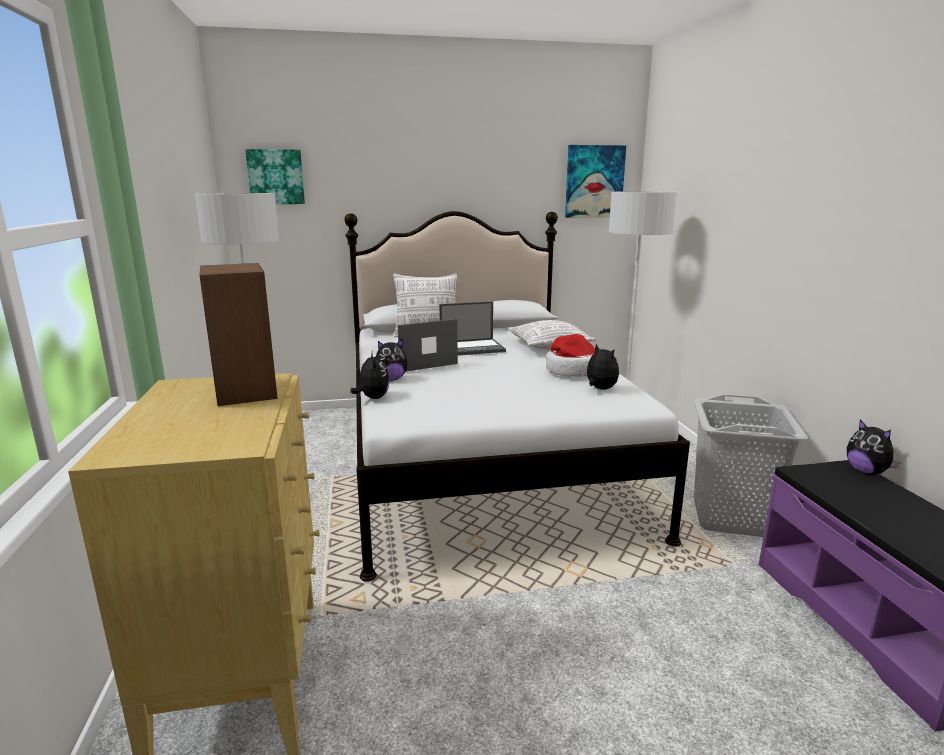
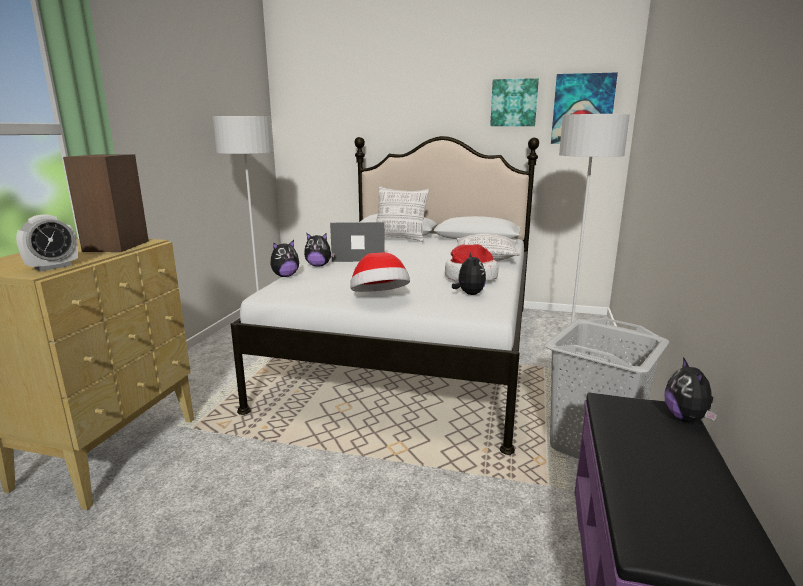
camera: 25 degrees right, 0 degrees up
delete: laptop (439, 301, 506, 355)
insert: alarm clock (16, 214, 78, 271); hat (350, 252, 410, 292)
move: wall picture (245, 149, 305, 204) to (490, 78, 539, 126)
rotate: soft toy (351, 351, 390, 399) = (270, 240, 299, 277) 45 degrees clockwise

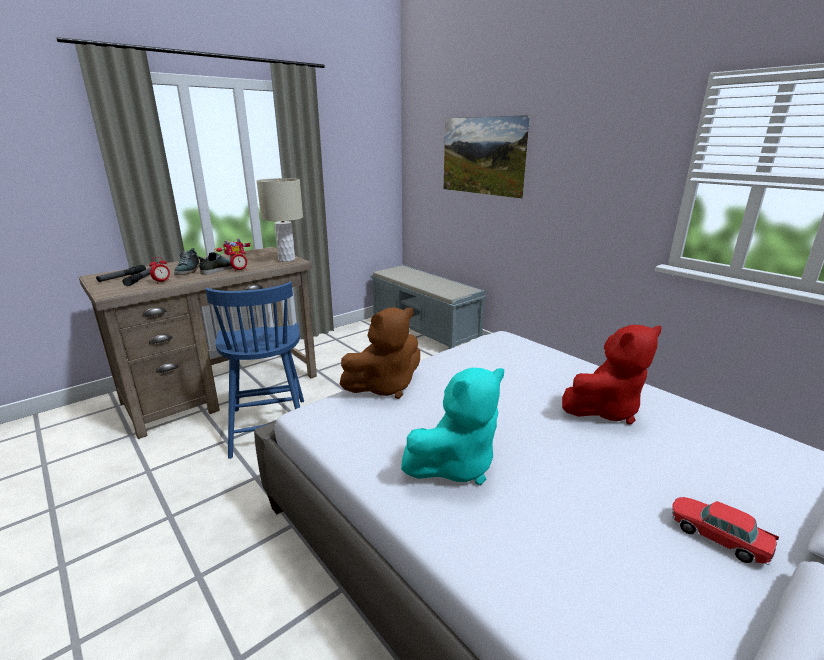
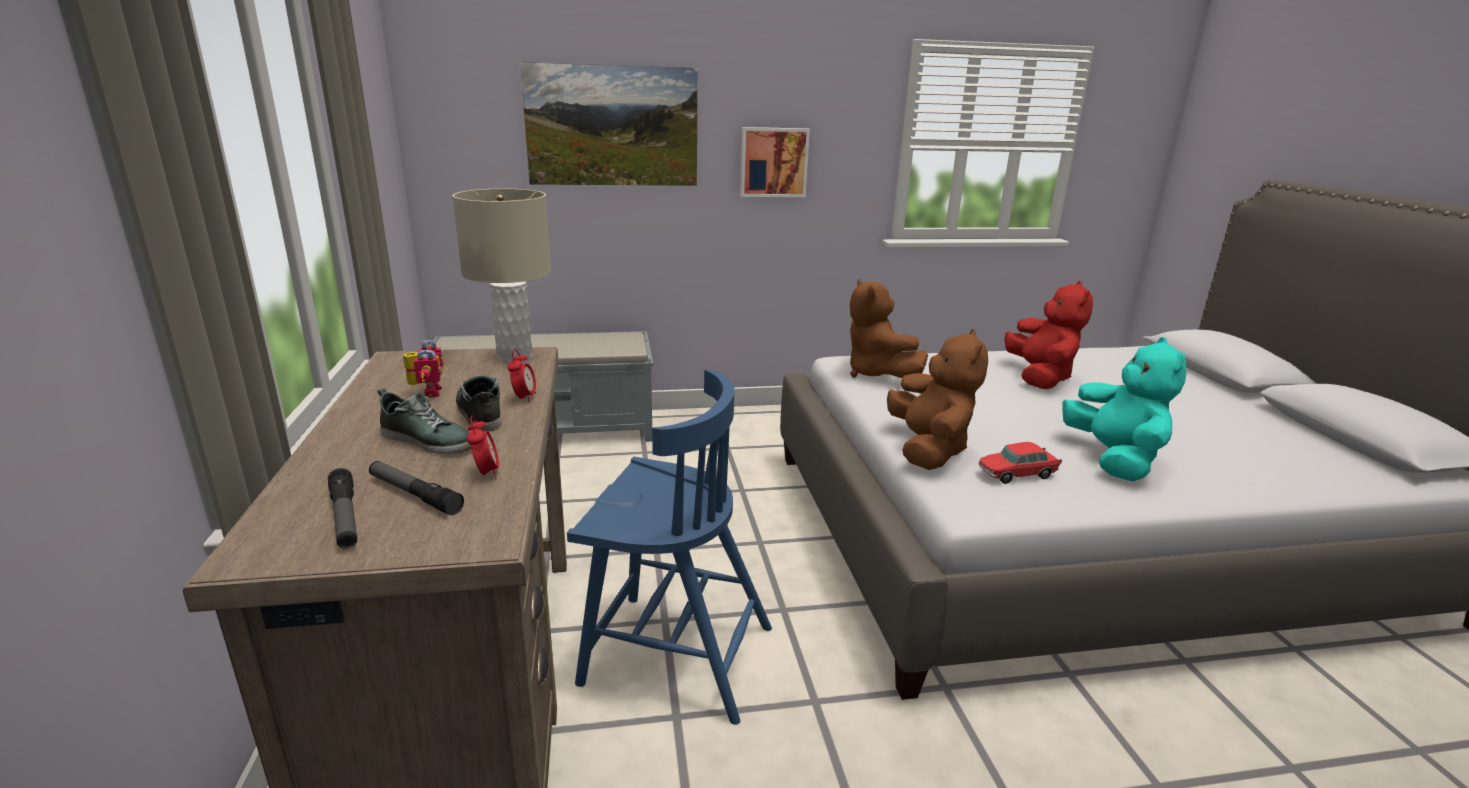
camera: 60 degrees left, 0 degrees up
insert: wall picture (740, 127, 810, 197); brownish soft toy (850, 278, 928, 378)
move: miniature car (672, 497, 779, 565) to (979, 442, 1062, 484)

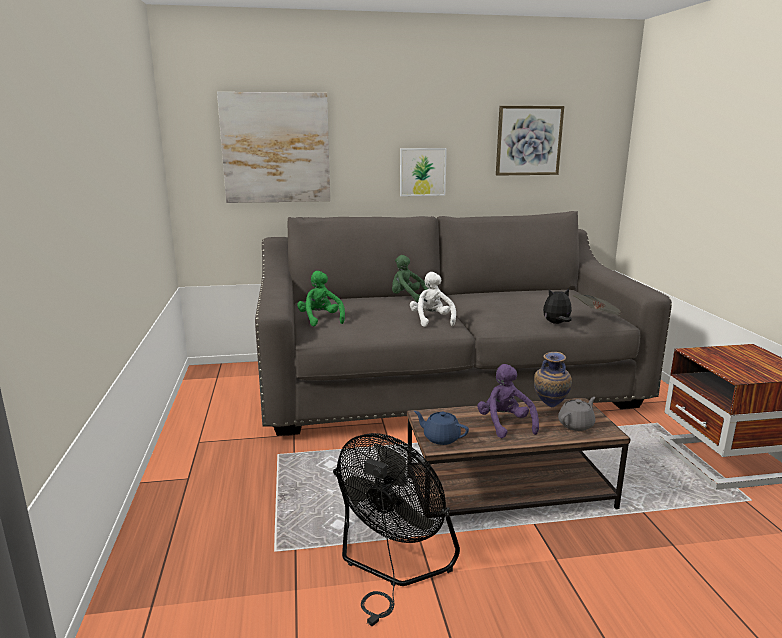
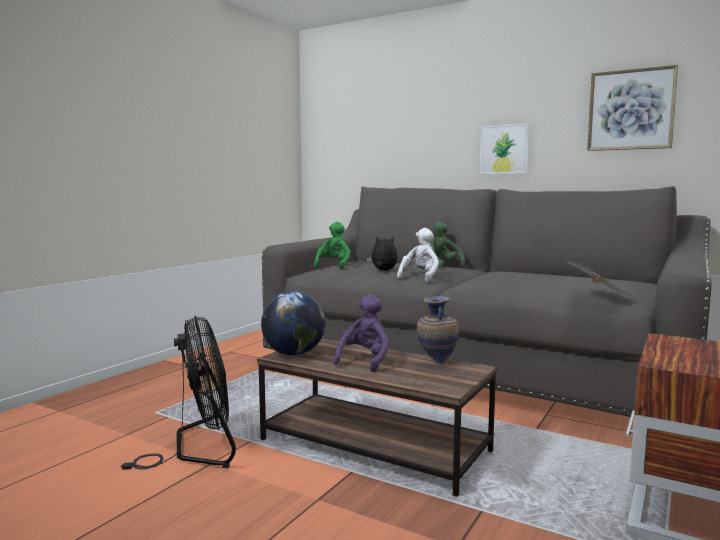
camera: 40 degrees right, 10 degrees down
delete: wall picture (217, 92, 330, 203); gray tea pot (558, 397, 595, 431)
move: soft toy (543, 289, 572, 324) to (367, 236, 398, 271)
replace: blue tea pot (414, 411, 469, 445) to world globe (261, 291, 325, 355)

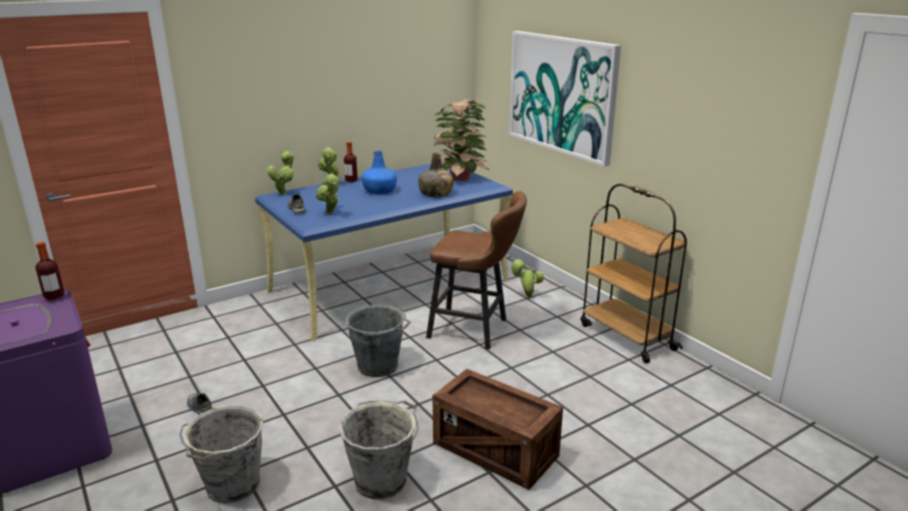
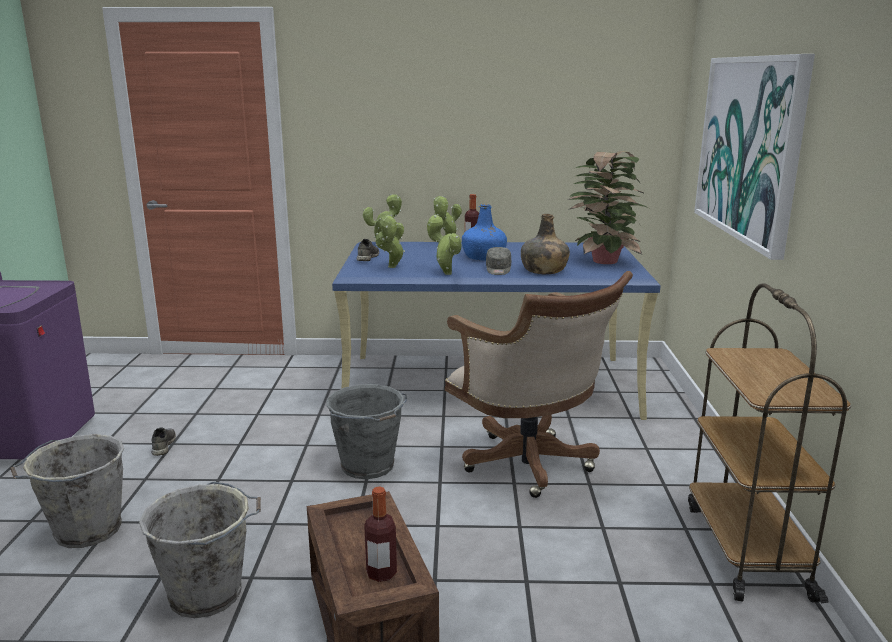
camera: 35 degrees right, 5 degrees down
insert: gray peaked cap (486, 247, 511, 275)
move: beverage bottle (35, 242, 65, 300) to (364, 487, 397, 582); houseplant (511, 259, 544, 298) to (427, 215, 462, 275)
replace: brownish sitting stool (426, 191, 527, 349) to office chair (445, 271, 633, 498)

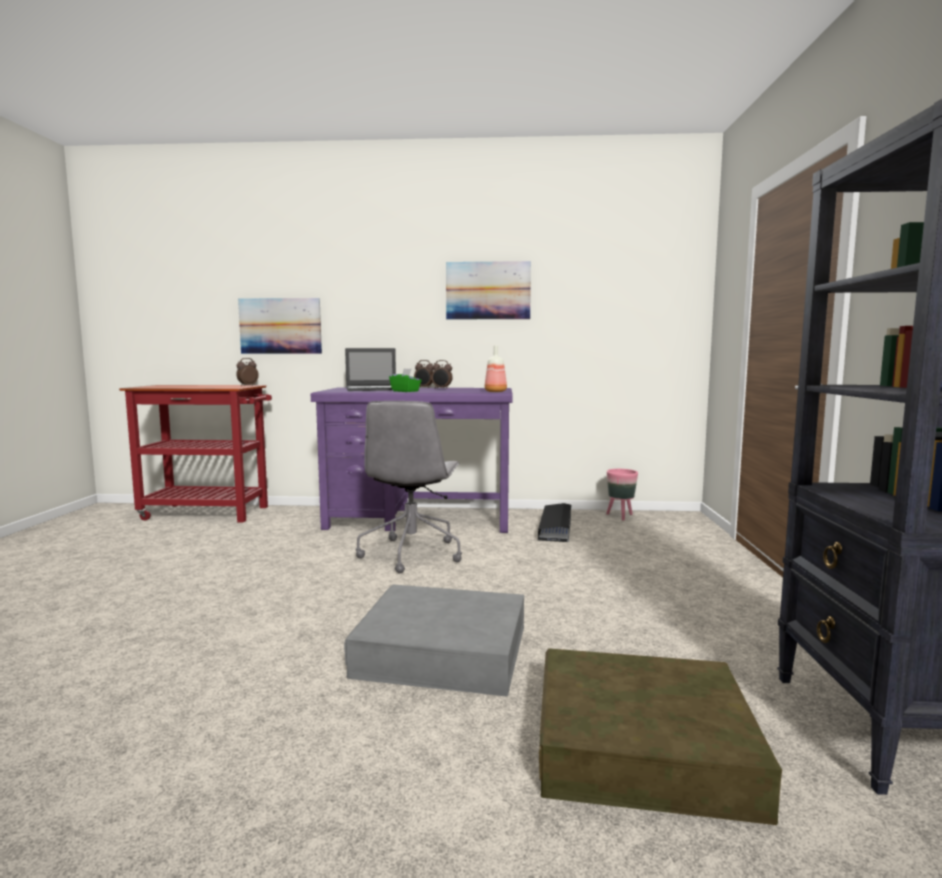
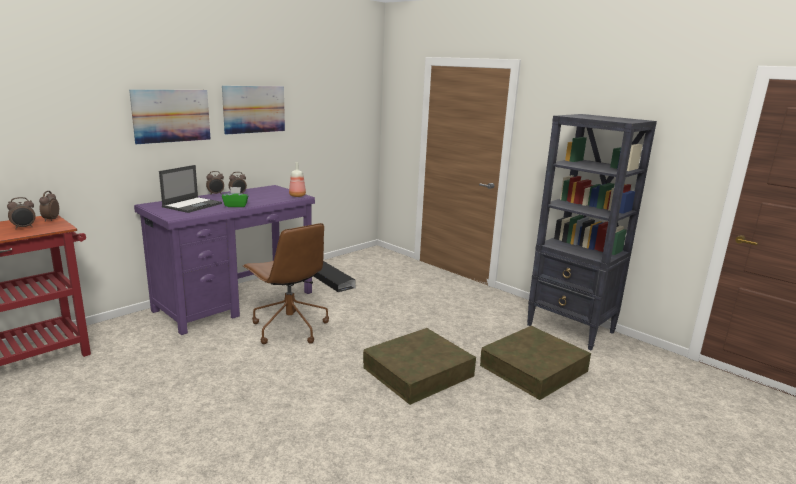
camera: 50 degrees left, 10 degrees up
delete: pinkish flower pot (606, 469, 638, 521)
insert: alarm clock (7, 197, 36, 229)
move: wall picture (238, 298, 322, 354) to (129, 90, 211, 144)
recolor: gray office chair (355, 401, 462, 573) to brownish office chair (243, 223, 329, 344); gray storage container (344, 584, 524, 697) to brownish storage container (363, 328, 476, 405)

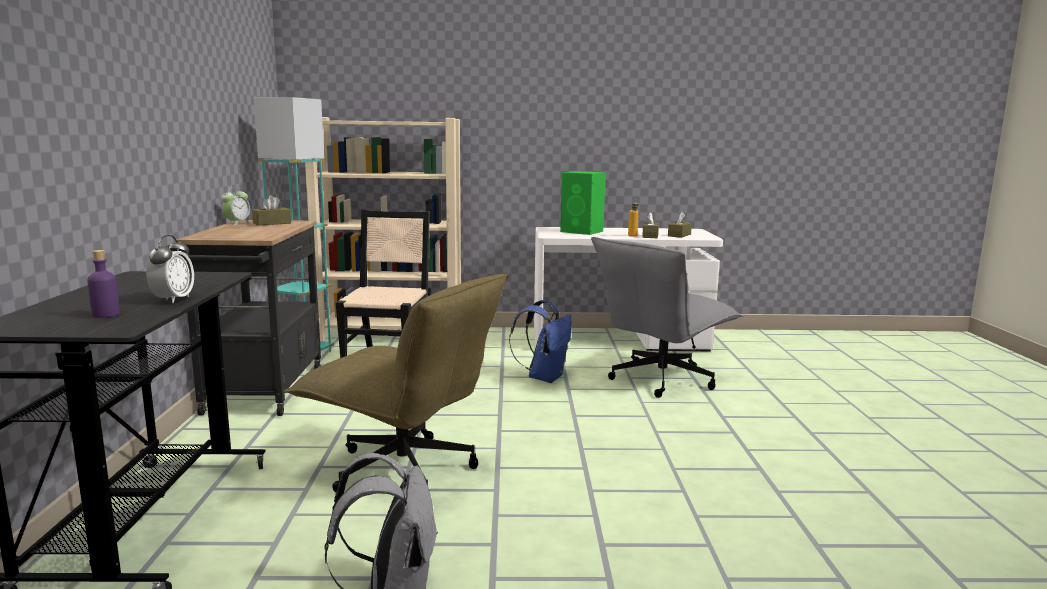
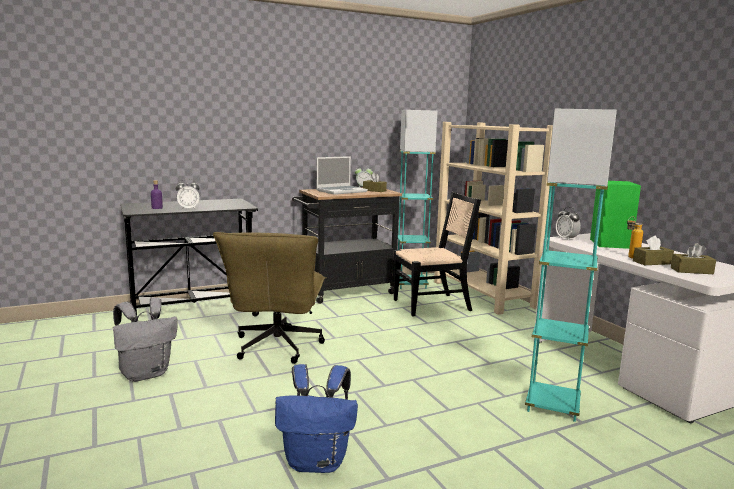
camera: 65 degrees right, 0 degrees up
insert: laptop (316, 156, 368, 195); alarm clock (556, 207, 581, 241)
move: blue backpack (509, 300, 572, 383) to (275, 364, 358, 473)
replace: gray office chair (591, 237, 743, 398) to turquoise-coloured standard lamp (525, 109, 617, 422)

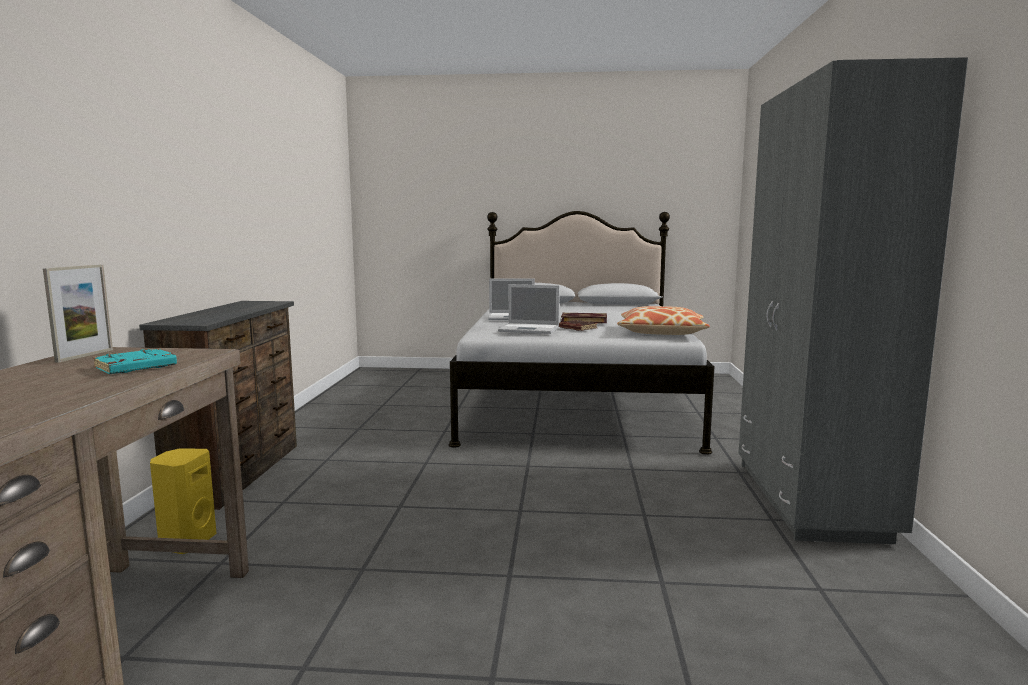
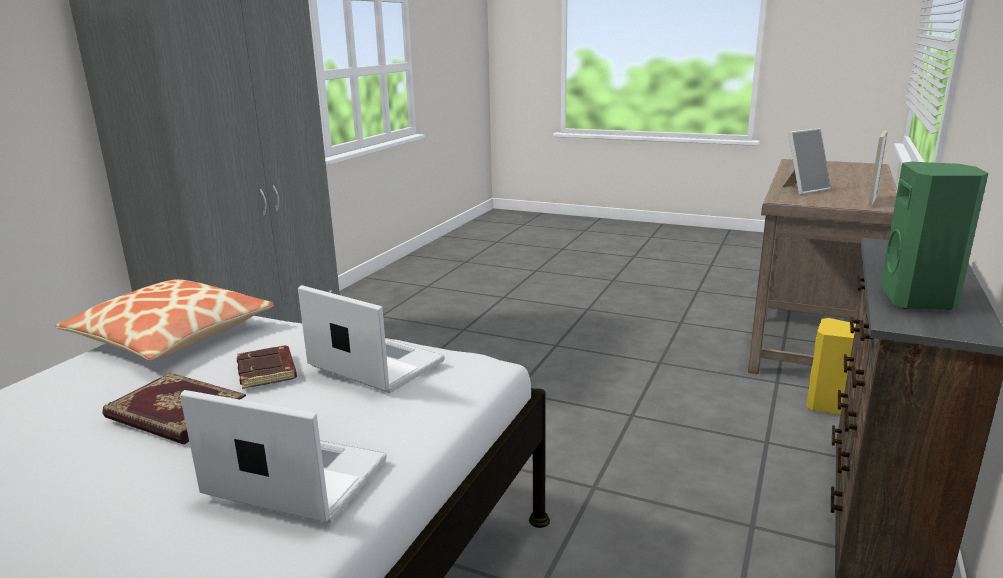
camera: 160 degrees left, 10 degrees up
insert: green loudspeaker (880, 162, 988, 310)
replace: turquoise-coloured volume (93, 349, 177, 374) to standing frame (782, 128, 831, 195)

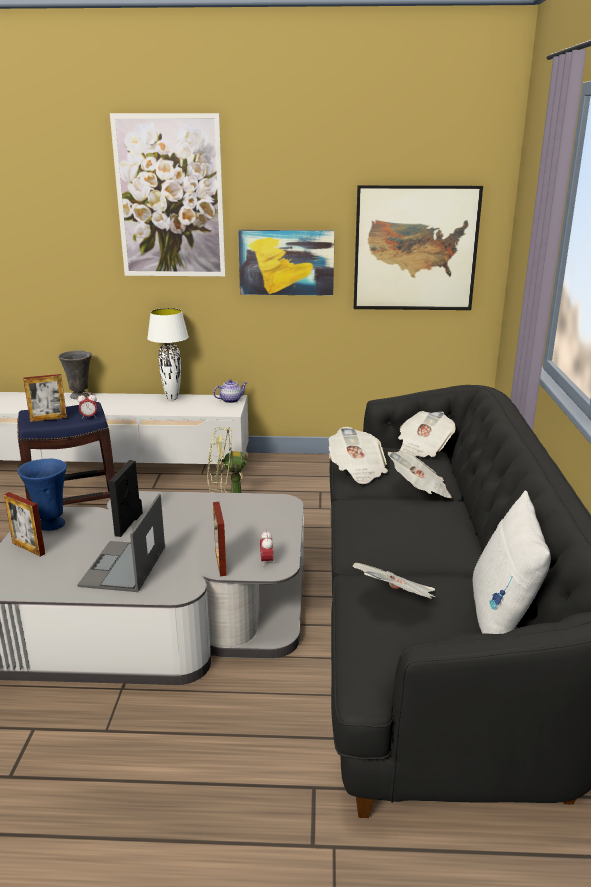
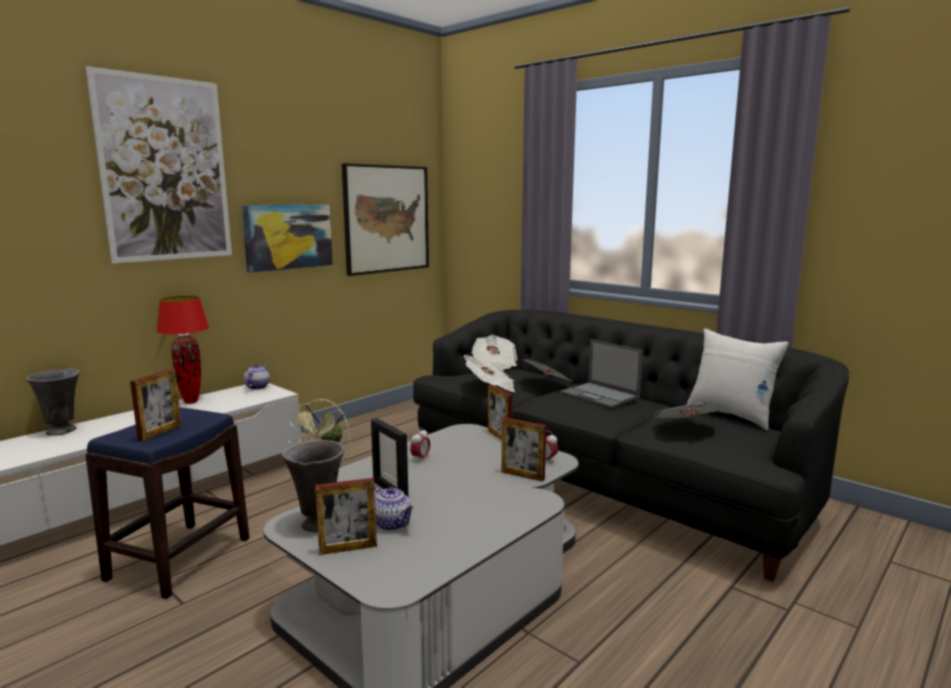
camera: 50 degrees left, 10 degrees down
insert: tea pot (375, 486, 413, 531); standing frame (488, 385, 513, 440)
move: alarm clock (77, 392, 97, 419) to (410, 428, 430, 462); laptop (77, 494, 165, 592) to (560, 339, 643, 408)
recolor: white lamp for a table (147, 308, 189, 400) to reddish lamp for a table (156, 296, 209, 404); blue vase (17, 459, 67, 531) to gray vase (282, 440, 344, 532)

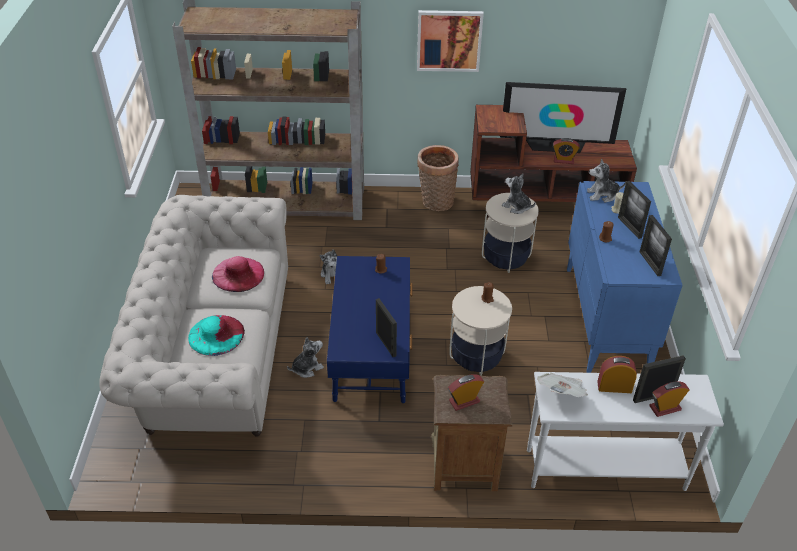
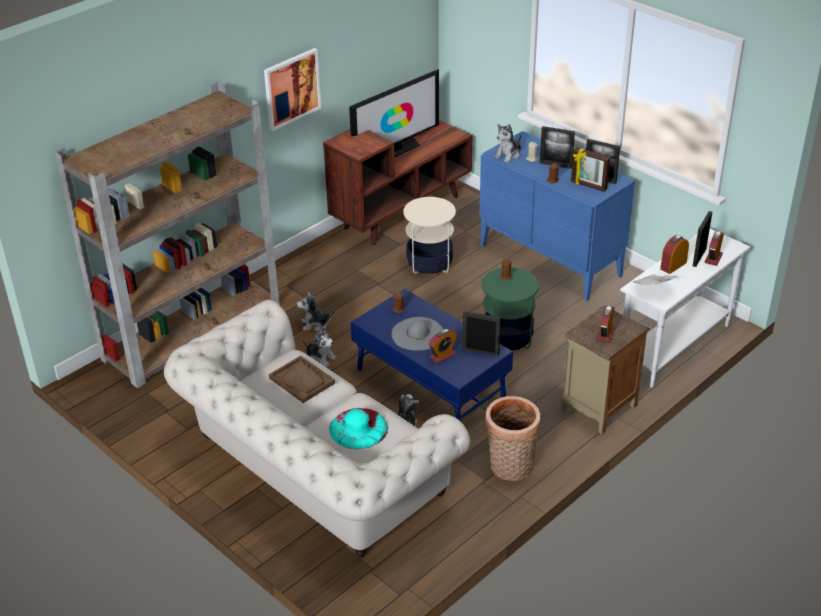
camera: 45 degrees left, 5 degrees down
insert: gray hat (392, 317, 443, 350); standing frame (571, 147, 610, 192)
move: soft toy (502, 174, 536, 214) to (297, 291, 335, 332); alarm clock (553, 138, 580, 164) to (429, 329, 457, 364); storage basket (417, 145, 459, 211) to (485, 396, 540, 481)
replace: pinkish hat (212, 256, 264, 292) to brownish tray (269, 356, 335, 403)
recolor: beige-coloured accent table (449, 286, 512, 376) to green accent table (482, 267, 539, 350)

